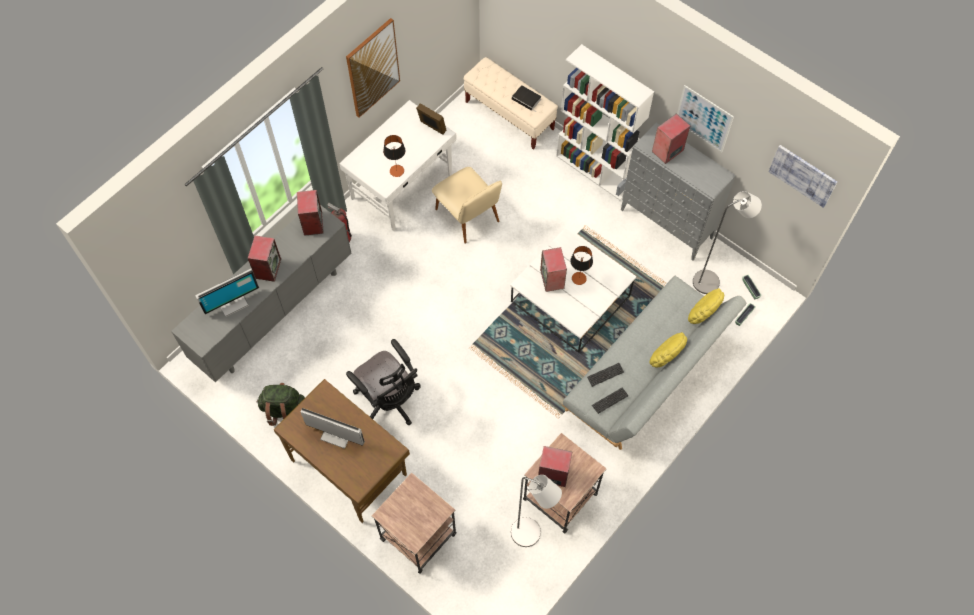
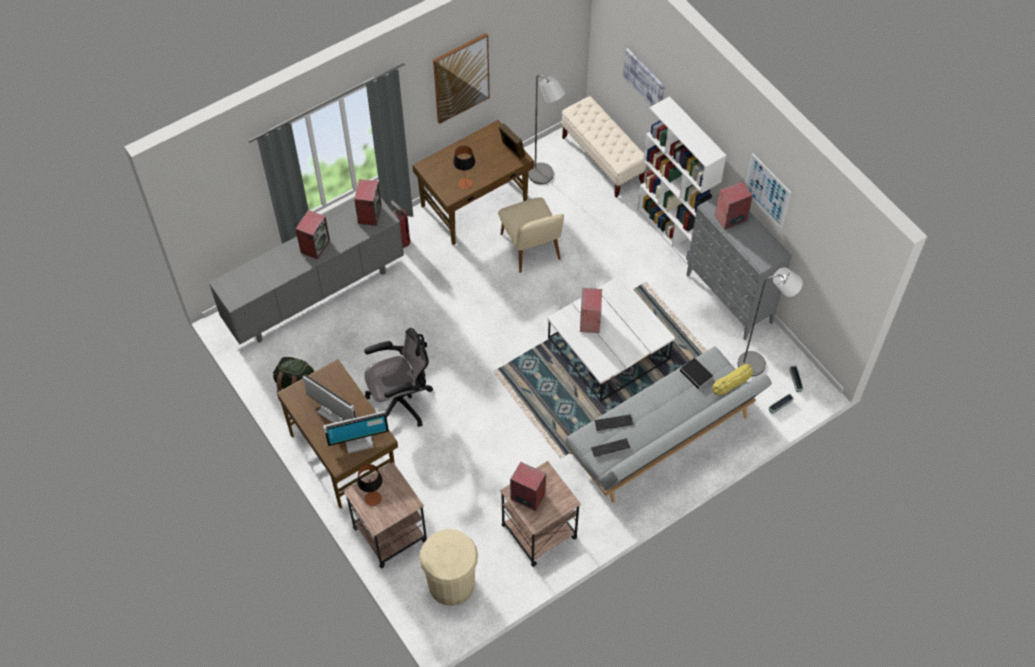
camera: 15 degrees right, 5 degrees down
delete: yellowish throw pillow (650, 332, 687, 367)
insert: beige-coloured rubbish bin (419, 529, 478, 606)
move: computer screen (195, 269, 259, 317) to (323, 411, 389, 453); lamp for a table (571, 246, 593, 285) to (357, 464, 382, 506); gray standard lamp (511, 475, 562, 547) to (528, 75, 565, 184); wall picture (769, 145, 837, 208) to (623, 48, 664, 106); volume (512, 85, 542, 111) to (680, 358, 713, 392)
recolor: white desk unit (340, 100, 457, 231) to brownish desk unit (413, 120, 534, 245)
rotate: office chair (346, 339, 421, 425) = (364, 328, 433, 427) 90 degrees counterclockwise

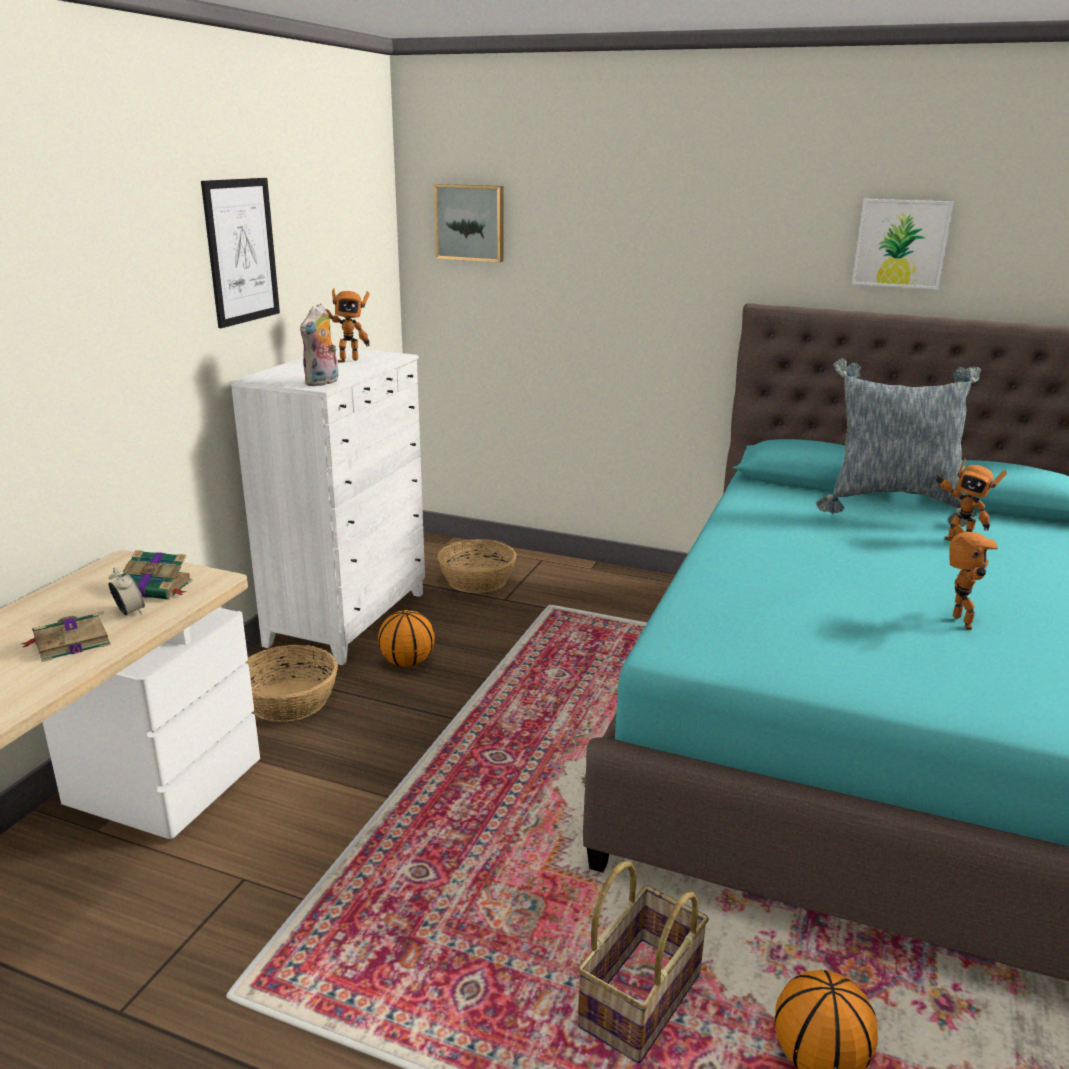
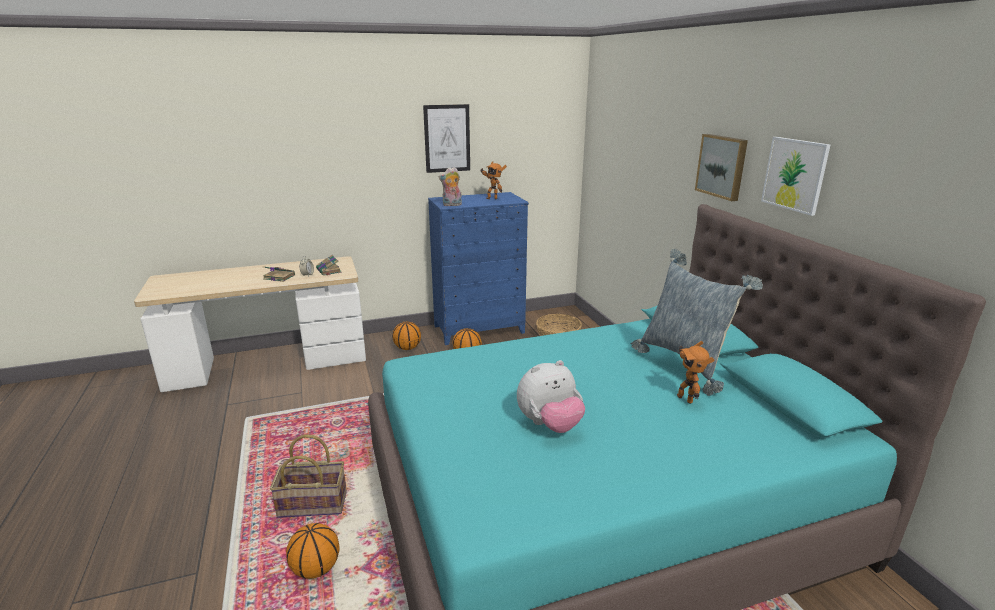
camera: 50 degrees right, 0 degrees up
move: wall picture (434, 184, 503, 262) to (695, 134, 748, 201)
replace: storage basket (245, 645, 338, 722) to basketball ball (392, 321, 421, 350); robot figure (949, 524, 998, 630) to soft toy (517, 360, 585, 433)
recolor: white drawer chest (231, 347, 425, 665) to blue drawer chest (428, 192, 529, 345)

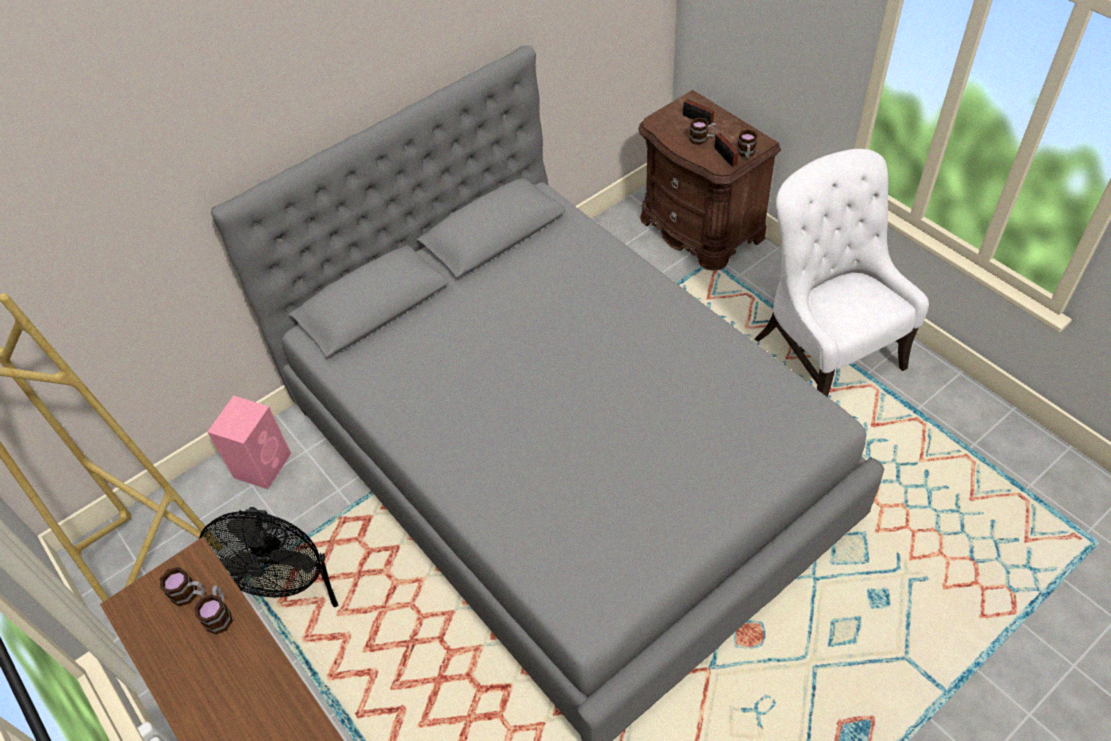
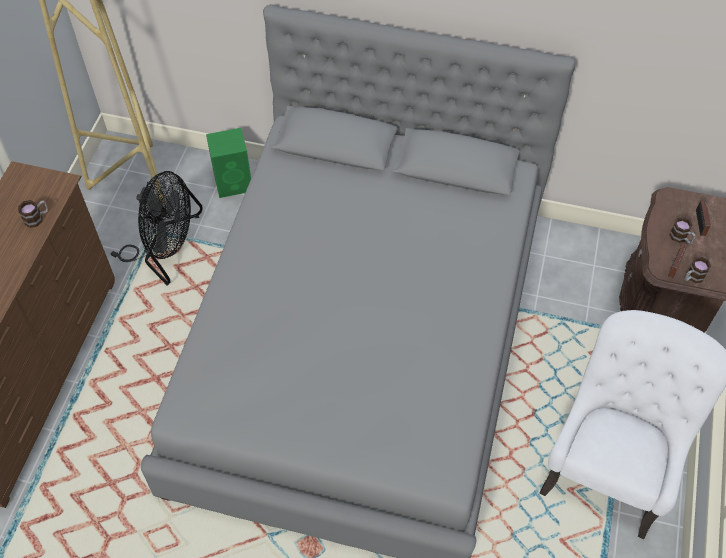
camera: 50 degrees right, 5 degrees up
delete: mug (160, 567, 205, 607)
recolor: pinkish loudspeaker (208, 396, 291, 489) to green loudspeaker (206, 128, 251, 198)
rotate: blackish cooling fan (199, 507, 339, 607) = (111, 171, 203, 285) 135 degrees counterclockwise

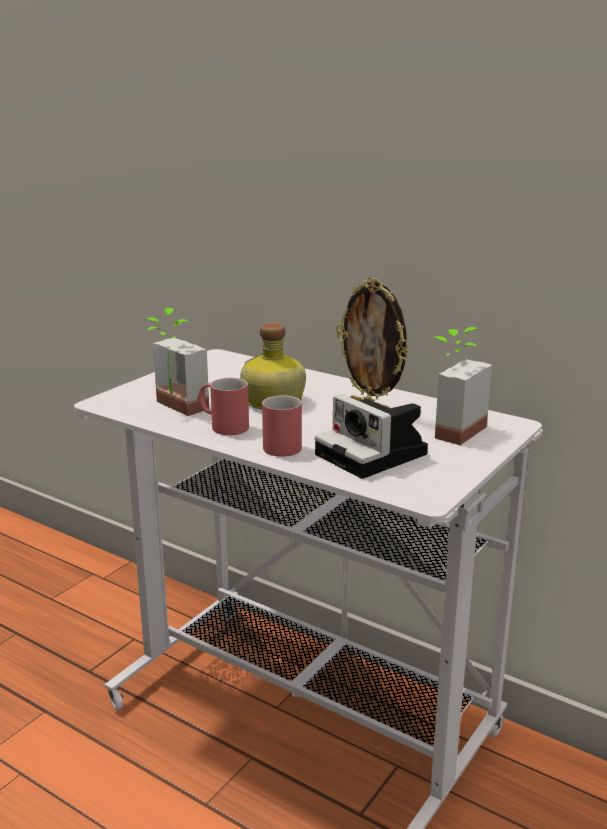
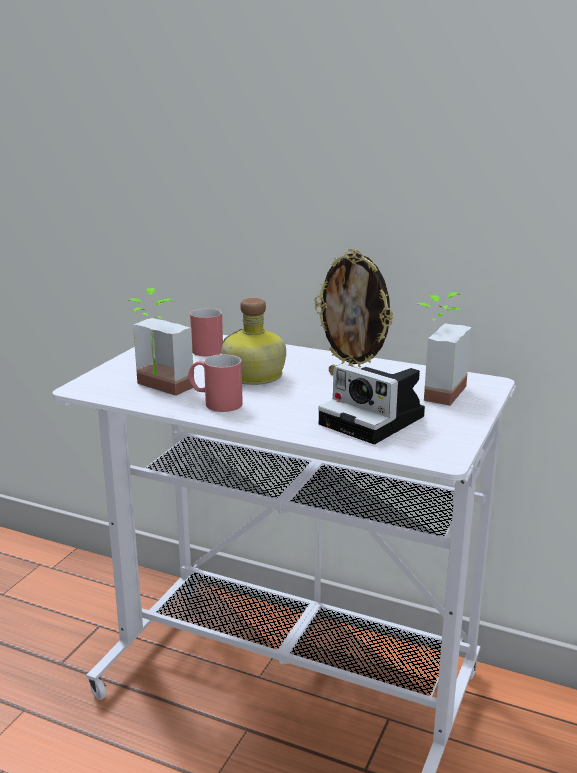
camera: 10 degrees left, 0 degrees up
move: reddish mug (262, 395, 302, 457) to (190, 308, 223, 356)

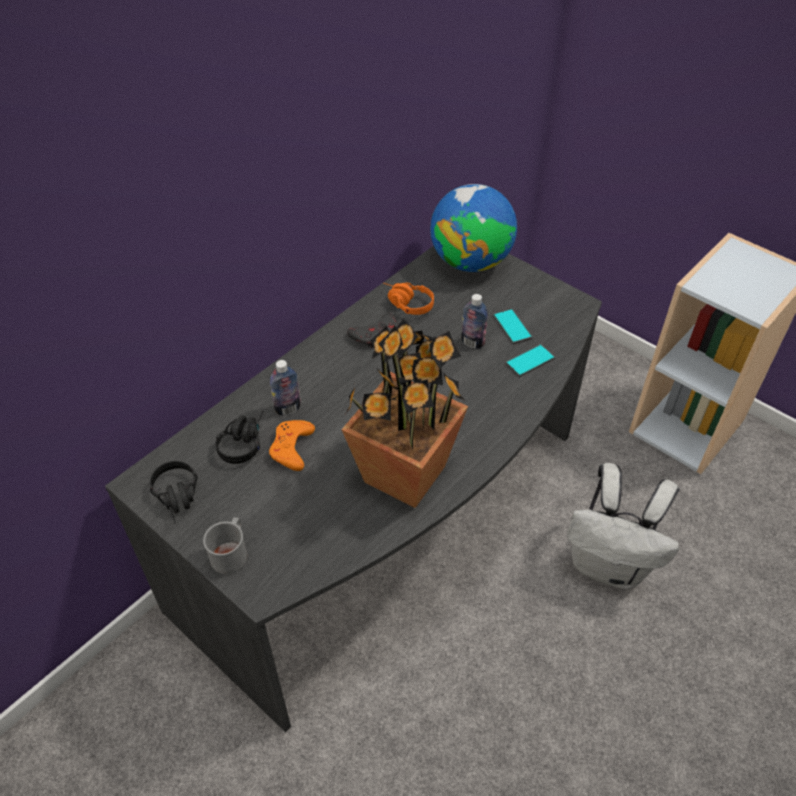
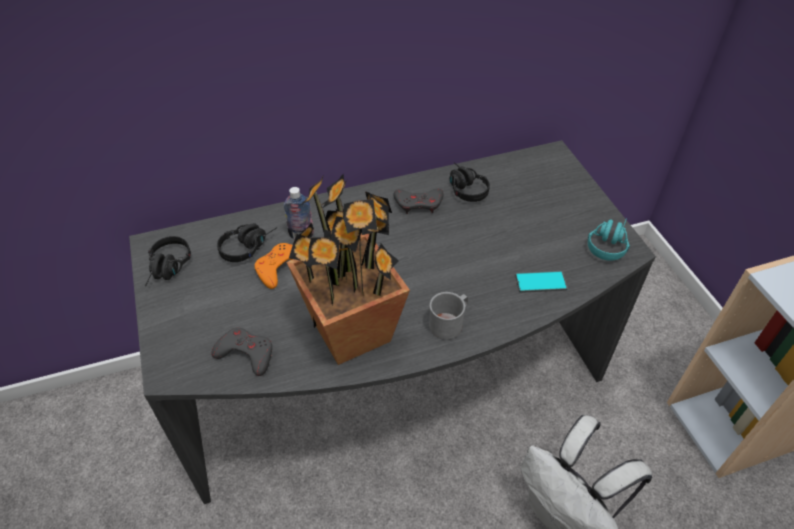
camera: 30 degrees right, 0 degrees up
delete: world globe (430, 184, 517, 272); beverage bottle (461, 294, 488, 349); telephone (493, 309, 532, 344)
insert: gray gamepad (211, 328, 272, 376); turquoise-coloured headset (588, 218, 630, 261)
move: gray mug (203, 517, 247, 574) to (429, 292, 468, 340)
recolor: orangey headset (383, 283, 434, 315) to blackish headset (449, 162, 490, 202)

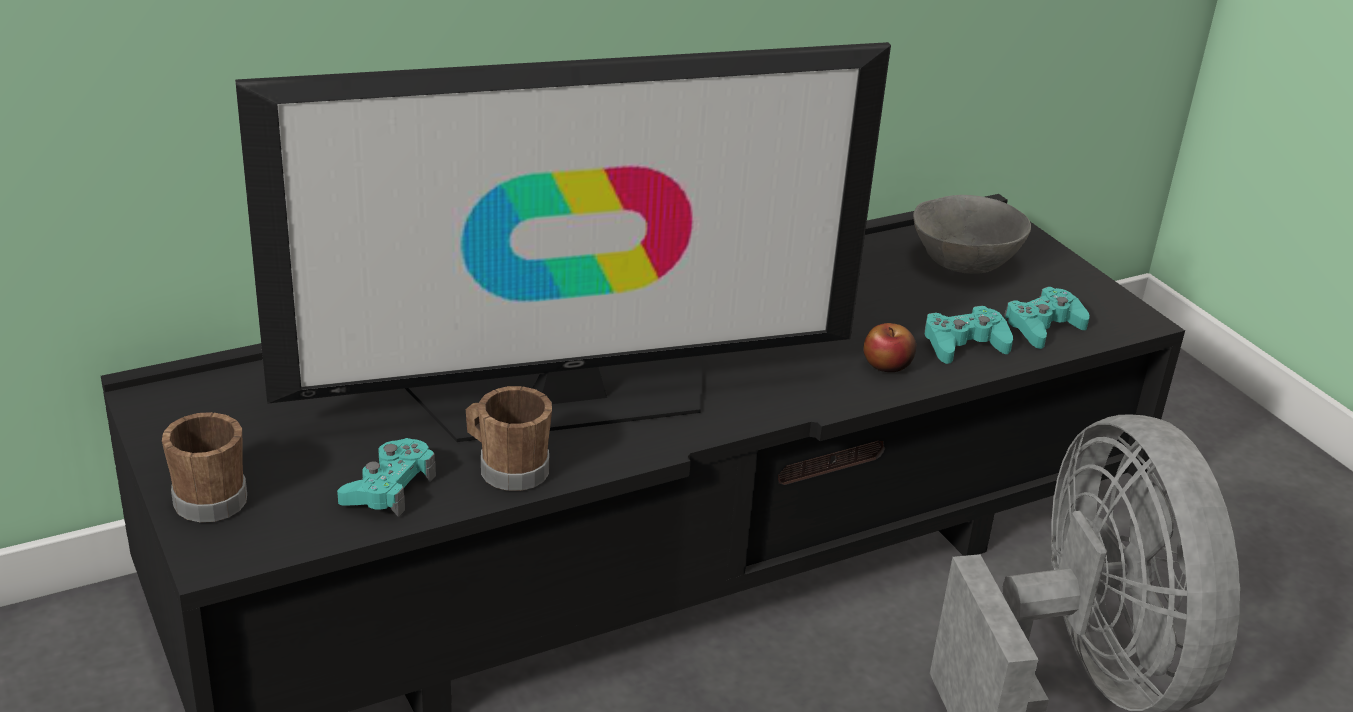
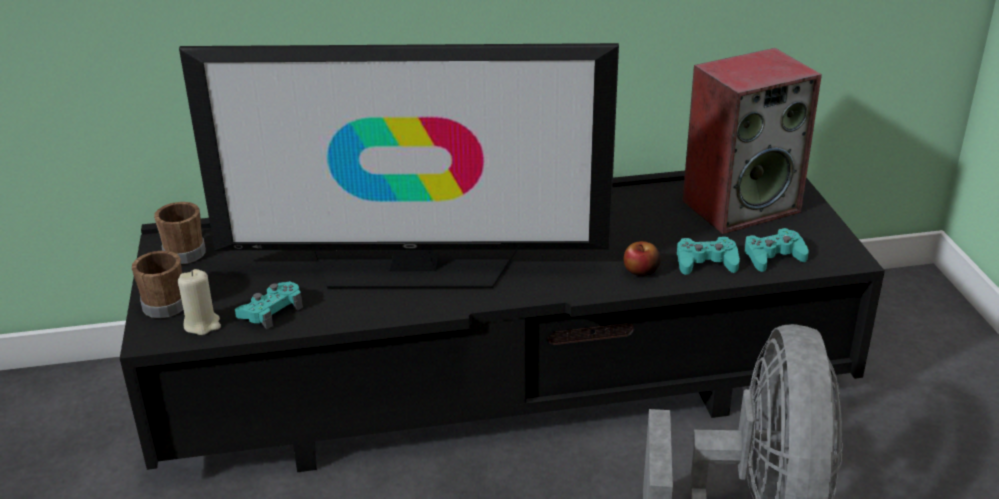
camera: 20 degrees right, 0 degrees up
insert: beige-coloured wax candle (178, 269, 221, 335)
move: brownish mug (466, 386, 552, 491) to (154, 202, 206, 264)
replace: gray serving bowl (913, 195, 1031, 274) to loudspeaker (683, 48, 822, 234)

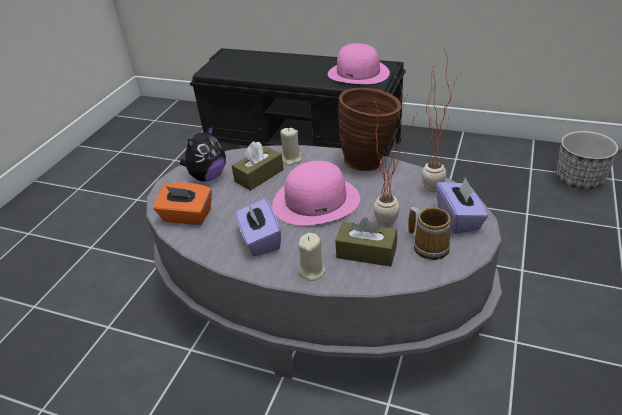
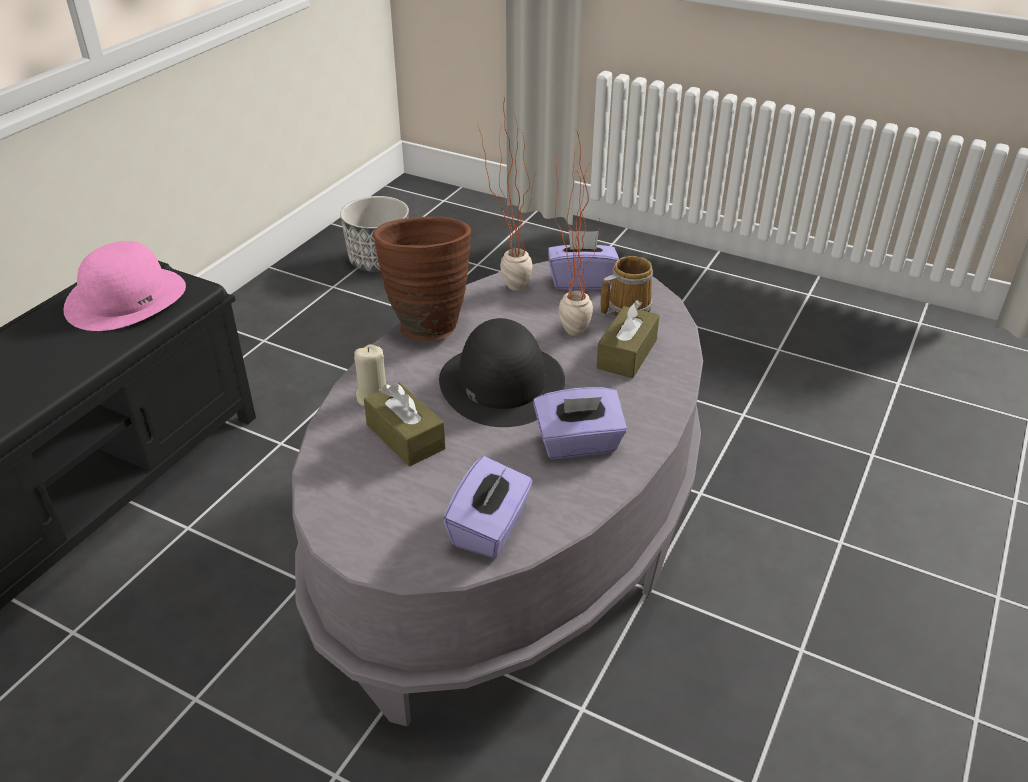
camera: 85 degrees left, 0 degrees up
delete: soft toy (180, 125, 226, 181); beige-coloured wax candle (298, 233, 325, 281)
recolor: pinkish hat (272, 161, 360, 225) to blackish hat (439, 318, 565, 427); orangey tissue holder (153, 182, 212, 225) to purplish tissue holder (443, 456, 533, 558)

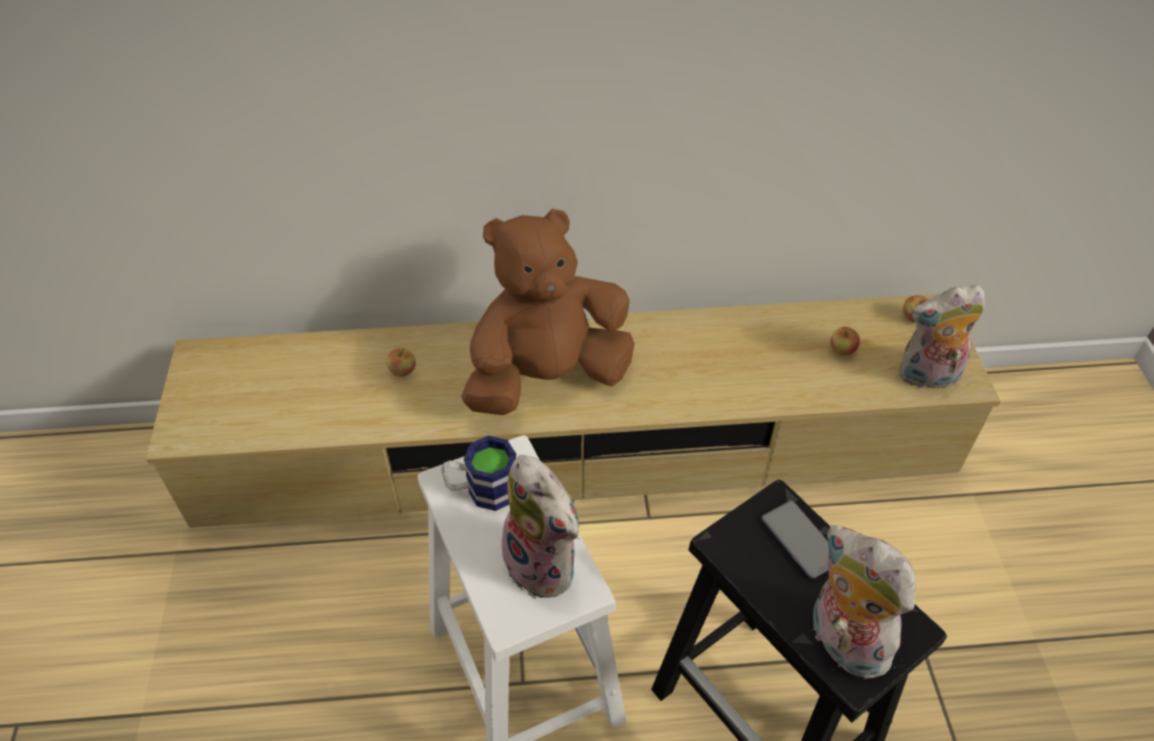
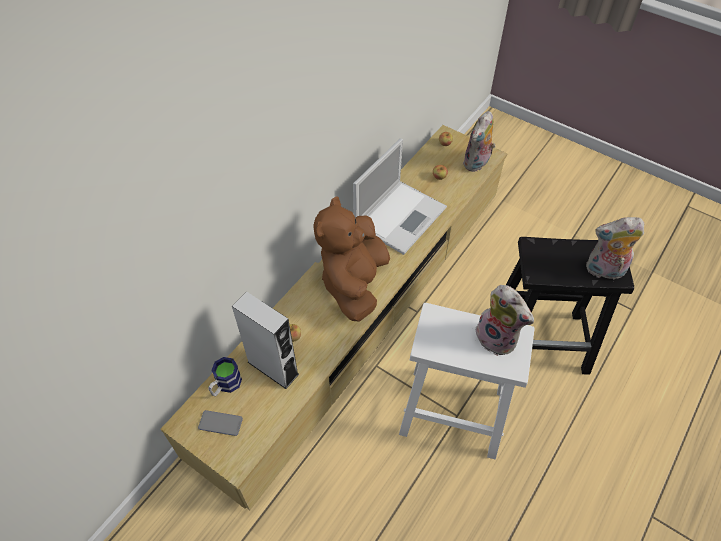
camera: 50 degrees left, 5 degrees up
insert: gray loudspeaker (232, 291, 299, 389); laptop (353, 138, 447, 255)
move: telephone (762, 501, 829, 578) to (198, 410, 243, 436); mug (441, 436, 516, 511) to (209, 357, 242, 396)
rotate: soft toy (502, 455, 580, 599) = (474, 285, 534, 356) 45 degrees clockwise

